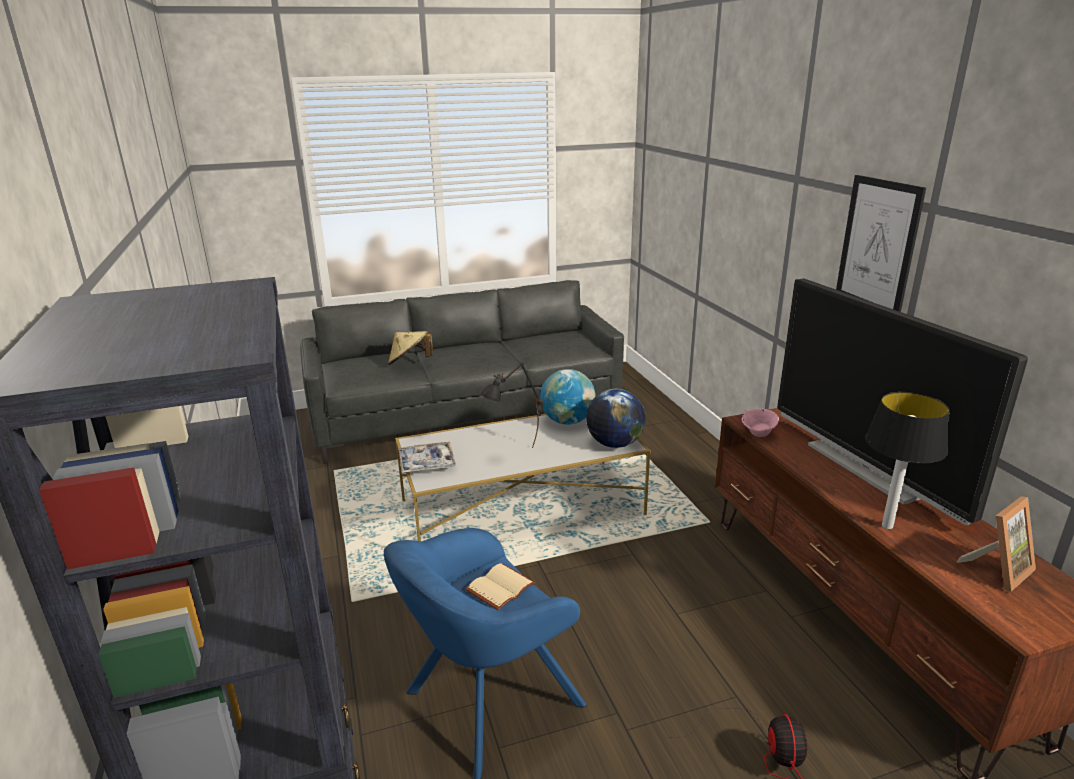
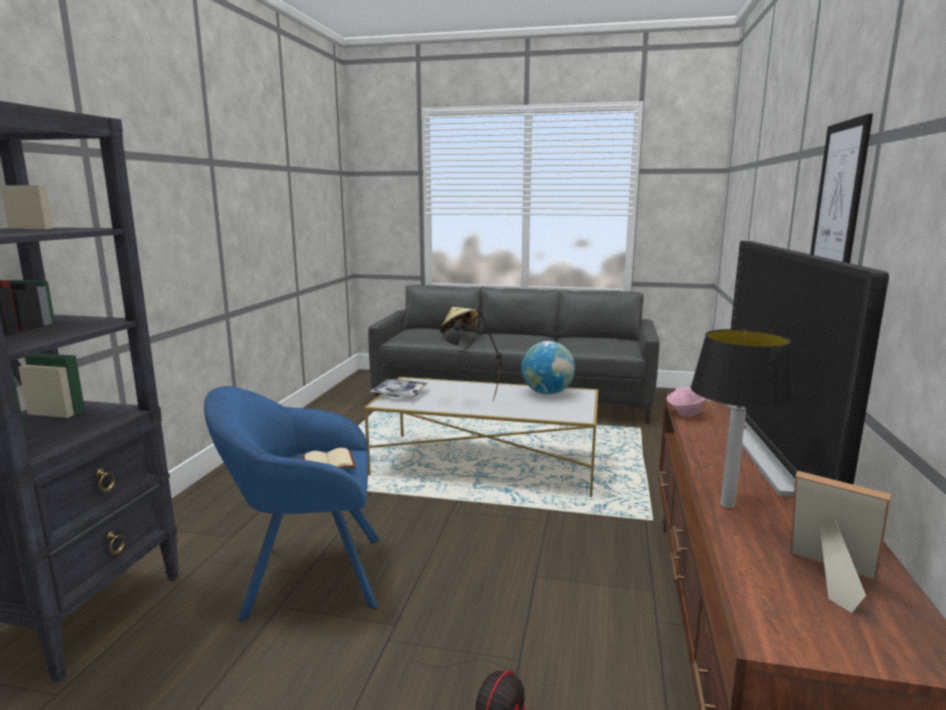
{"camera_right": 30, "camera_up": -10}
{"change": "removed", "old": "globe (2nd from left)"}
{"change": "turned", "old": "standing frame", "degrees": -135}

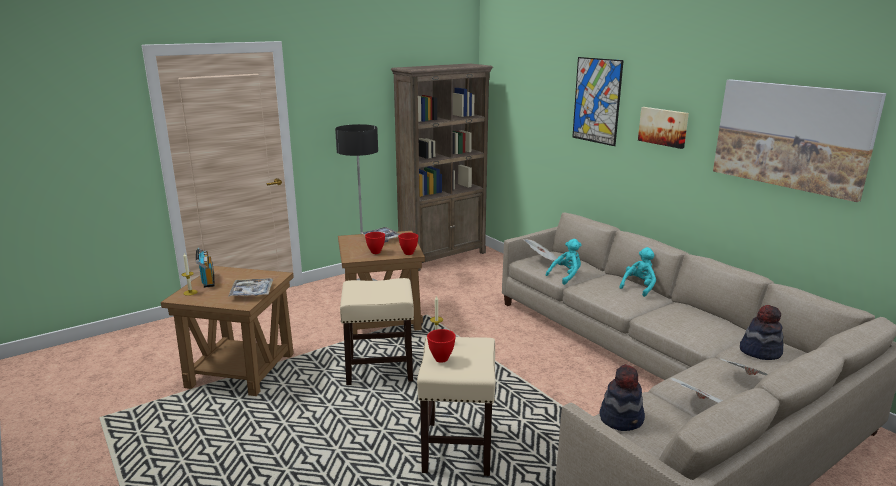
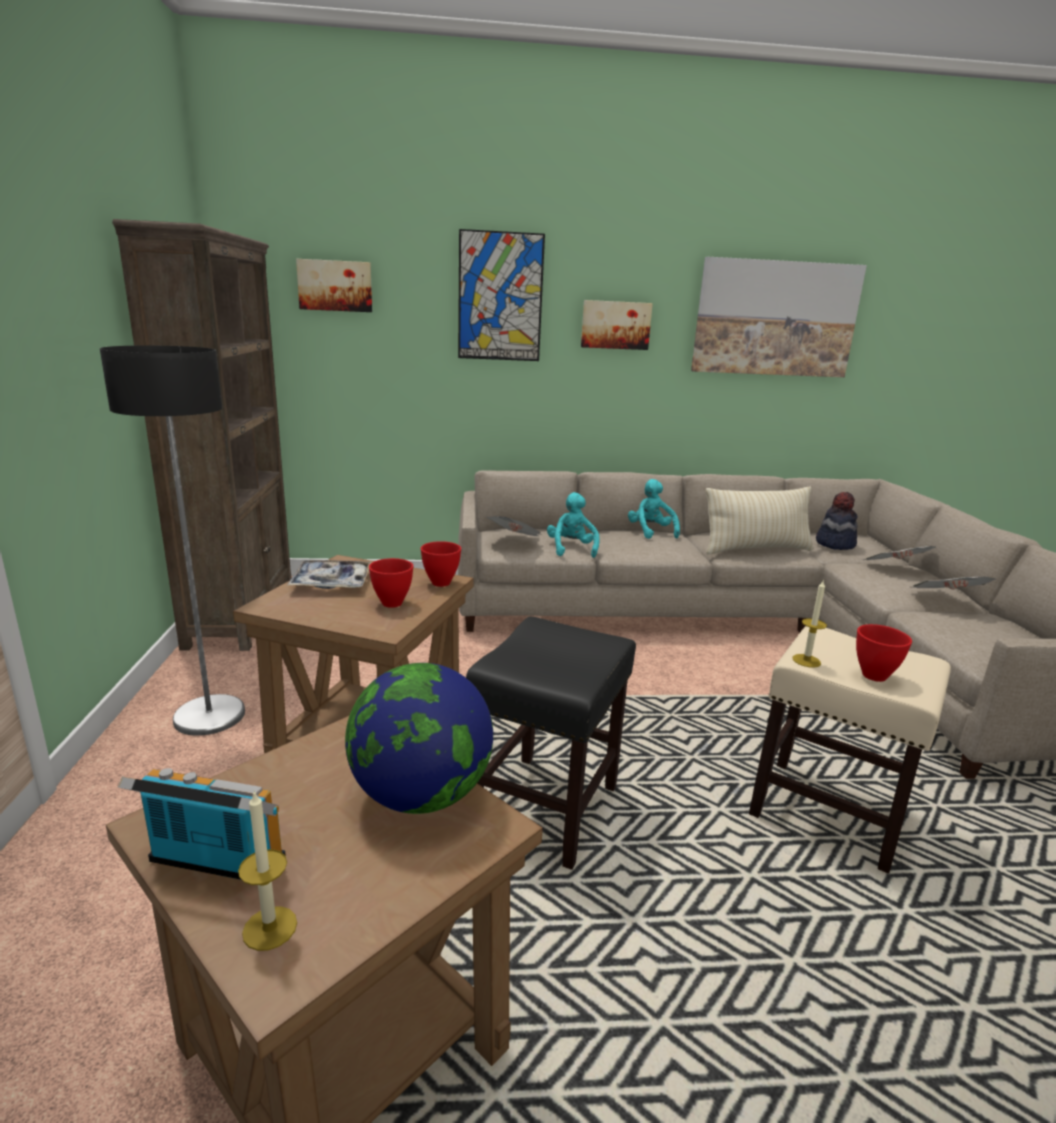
{"camera_right": -60, "camera_up": 0}
{"change": "removed", "old": "clothing hat (1st from left)"}
{"change": "added", "new": "picture (1st from left)"}
{"change": "added", "new": "pillow/beige-coloured"}
{"change": "replaced", "old": "tray (1st from left)", "new": "globe"}
{"change": "recoloured", "old": "stool seat/beige-coloured (1st from left)", "new": "stool seat/black"}

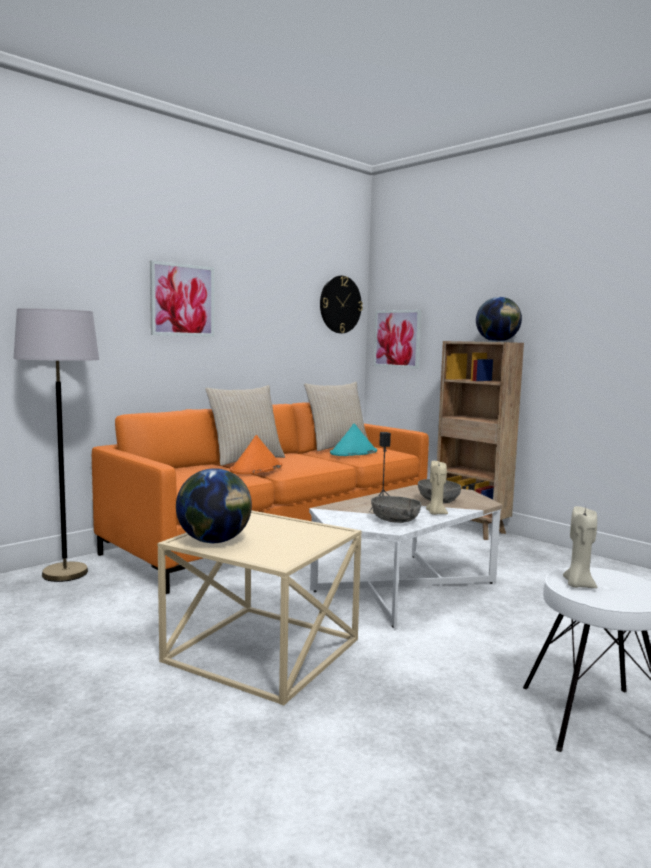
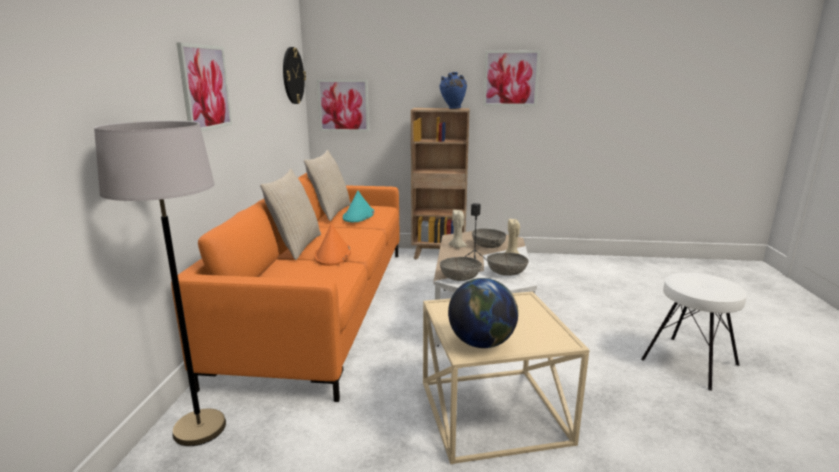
{"camera_right": -40, "camera_up": 10}
{"change": "added", "new": "bowl/grey (1st from left)"}
{"change": "added", "new": "picture (3rd from left)"}
{"change": "moved", "old": "candle/beige-coloured (2nd from left in the first image)", "new": "candle/beige-coloured (1st from left)"}
{"change": "replaced", "old": "globe (2nd from left)", "new": "decorative vase/blue-coloured"}

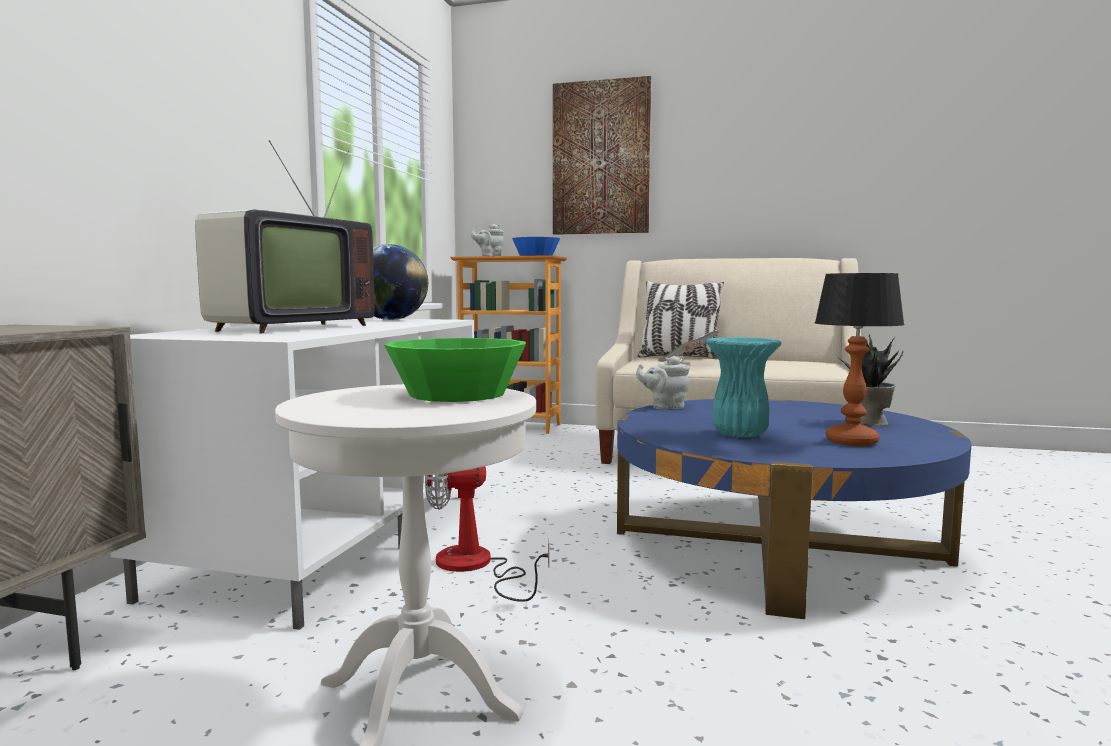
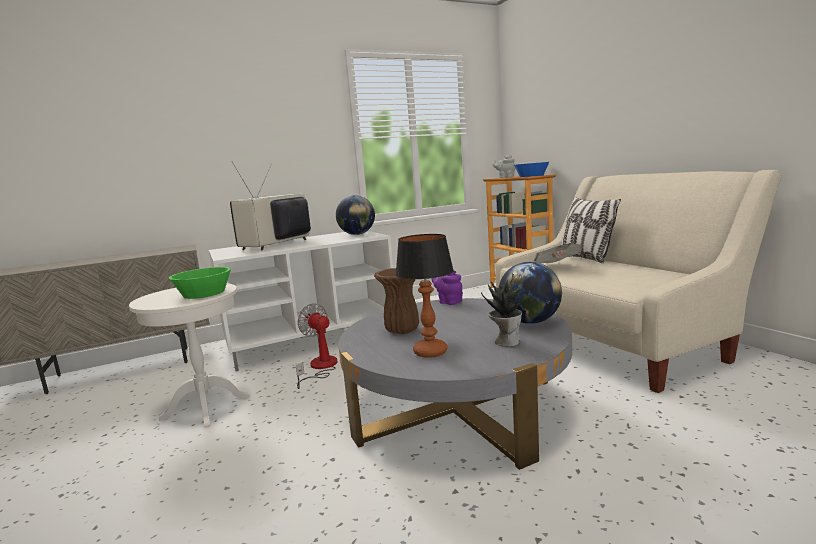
{"camera_right": 50, "camera_up": 5}
{"change": "removed", "old": "picture"}
{"change": "added", "new": "globe (2nd from left)"}
{"change": "recoloured", "old": "coffee table/blue-coloured", "new": "coffee table/grey"}
{"change": "recoloured", "old": "pot for tea/grey (2nd from left)", "new": "pot for tea/purple-coloured"}
{"change": "recoloured", "old": "decorative vase/blue-green", "new": "decorative vase/brown-coloured"}
{"change": "turned", "old": "TV set", "degrees": 135}

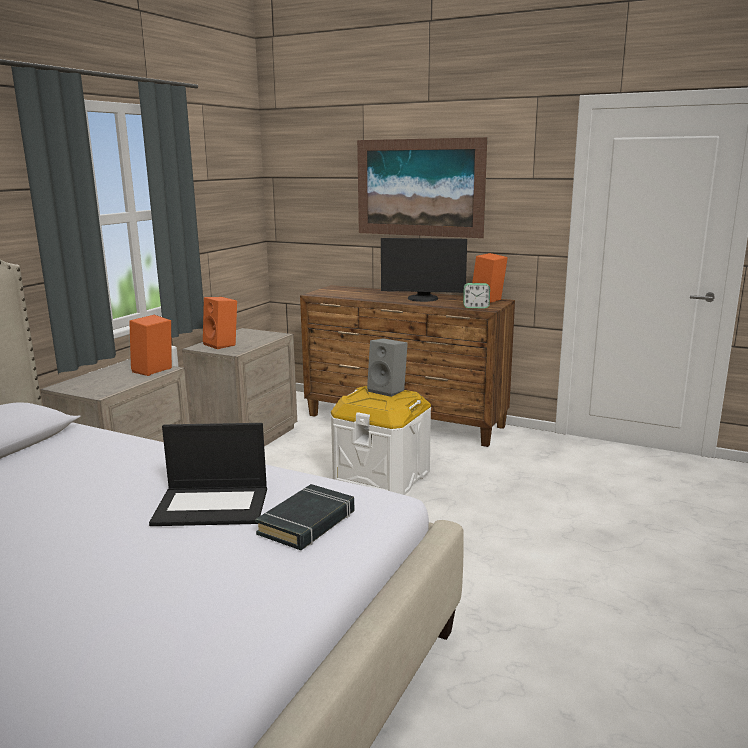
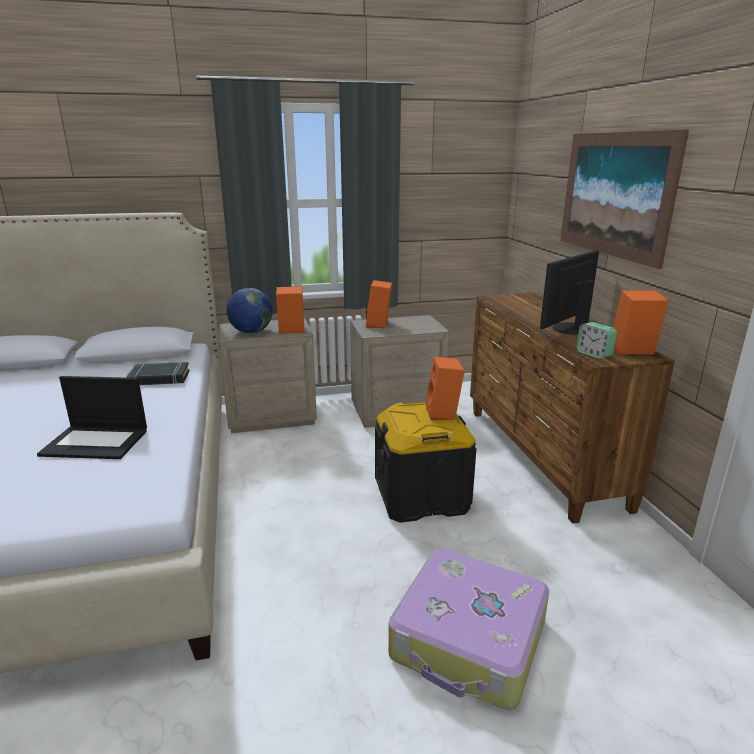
{"camera_right": 50, "camera_up": 5}
{"change": "added", "new": "globe"}
{"change": "added", "new": "piece of luggage"}
{"change": "moved", "old": "bound book/black"}
{"change": "recoloured", "old": "storage bin/white-coloured", "new": "storage bin/black"}
{"change": "recoloured", "old": "speaker/grey", "new": "speaker/orange (3rd from left)"}
{"change": "turned", "old": "notebook computer", "degrees": -45}
{"change": "turned", "old": "computer screen", "degrees": 75}

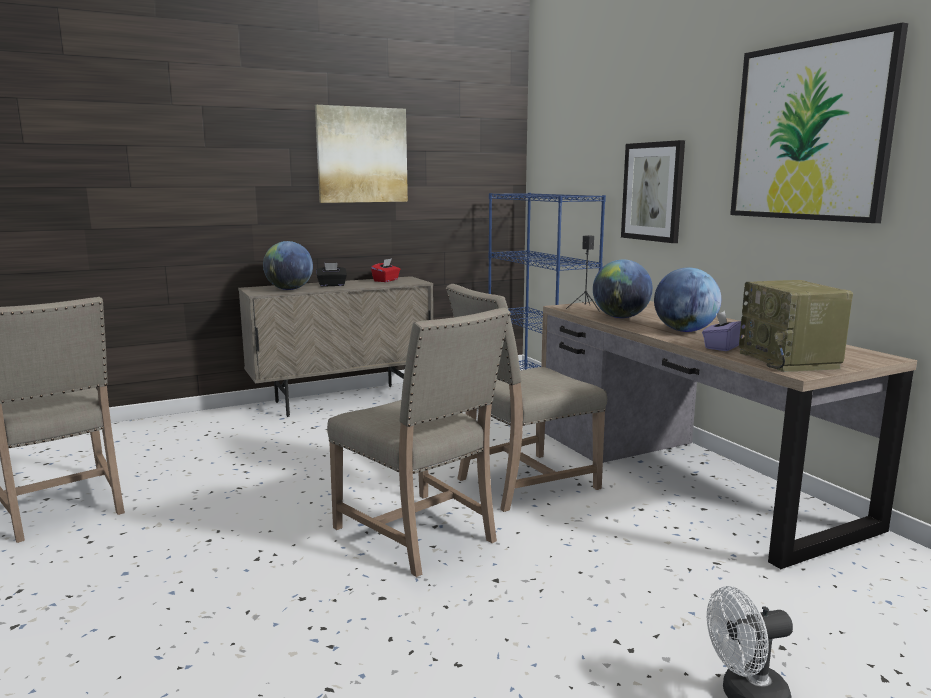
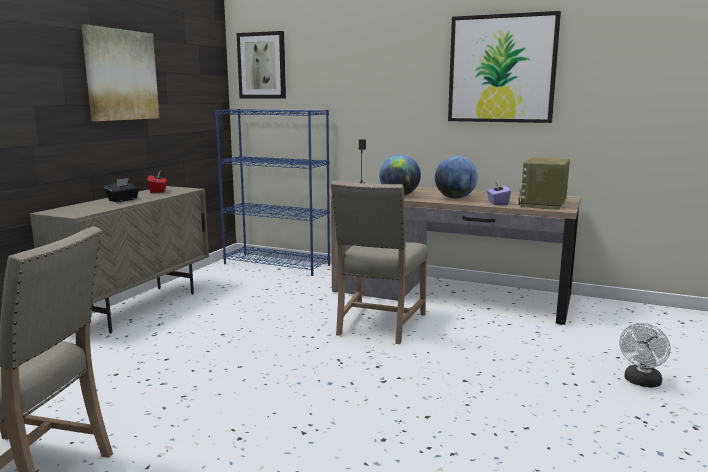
{"camera_right": -40, "camera_up": 0}
{"change": "removed", "old": "globe (1st from left)"}
{"change": "removed", "old": "plain chair/beige-coloured (2nd from left)"}
{"change": "moved", "old": "picture (2nd from left)"}
{"change": "turned", "old": "radio receiver", "degrees": 75}

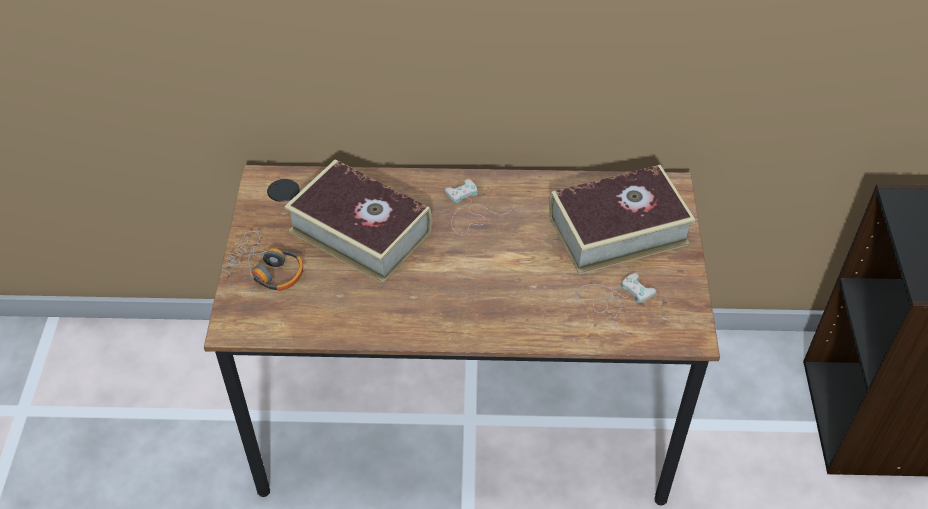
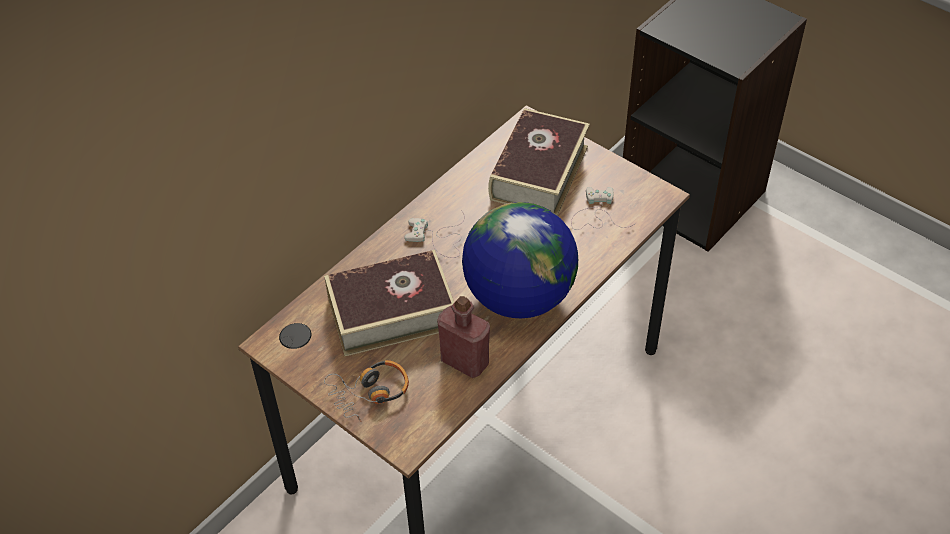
{"camera_right": -50, "camera_up": 0}
{"change": "added", "new": "bottle/red-coloured"}
{"change": "added", "new": "globe"}

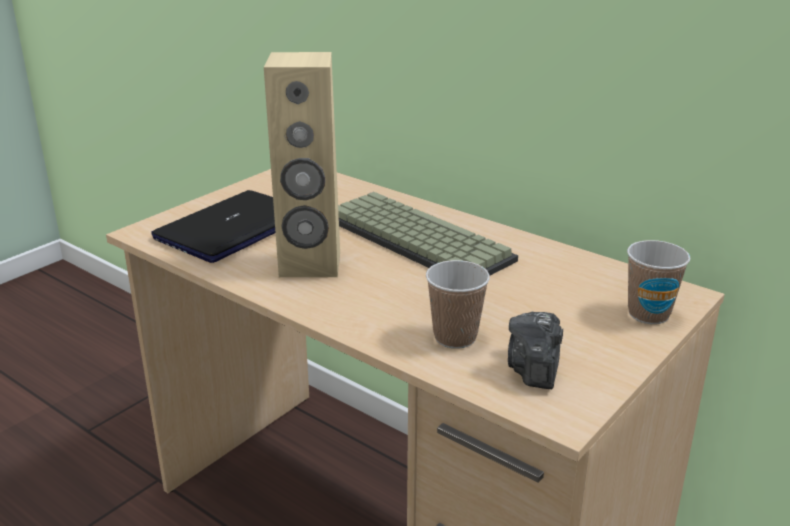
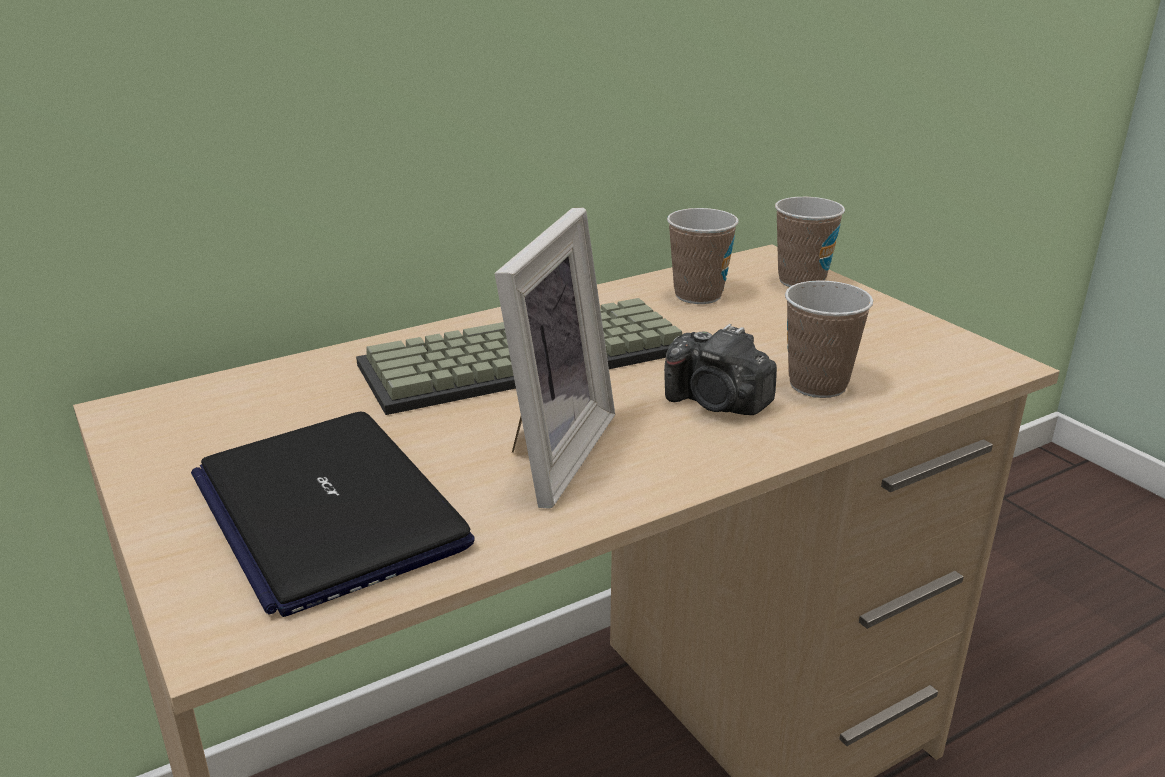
{"camera_right": -70, "camera_up": 0}
{"change": "added", "new": "cup (1st from left)"}
{"change": "moved", "old": "photo camera"}
{"change": "replaced", "old": "speaker/beige-coloured", "new": "standing frame"}

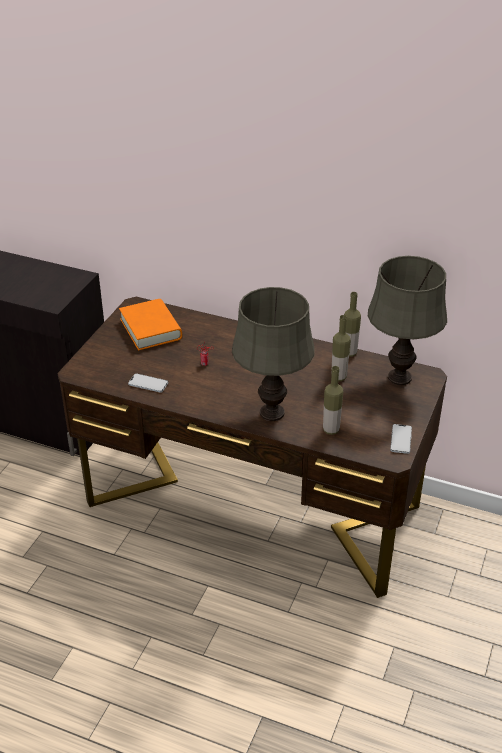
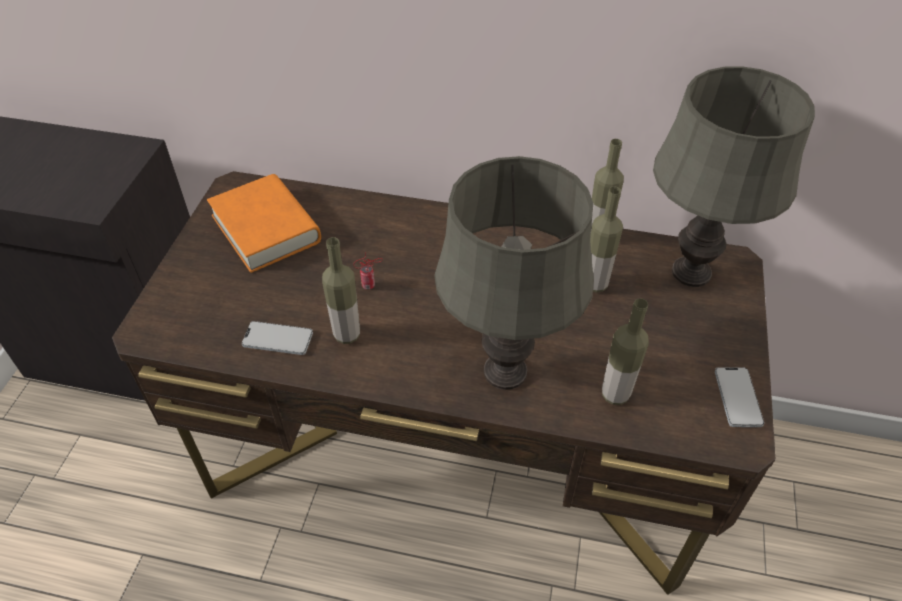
{"camera_right": -10, "camera_up": 10}
{"change": "added", "new": "bottle (1st from left)"}

